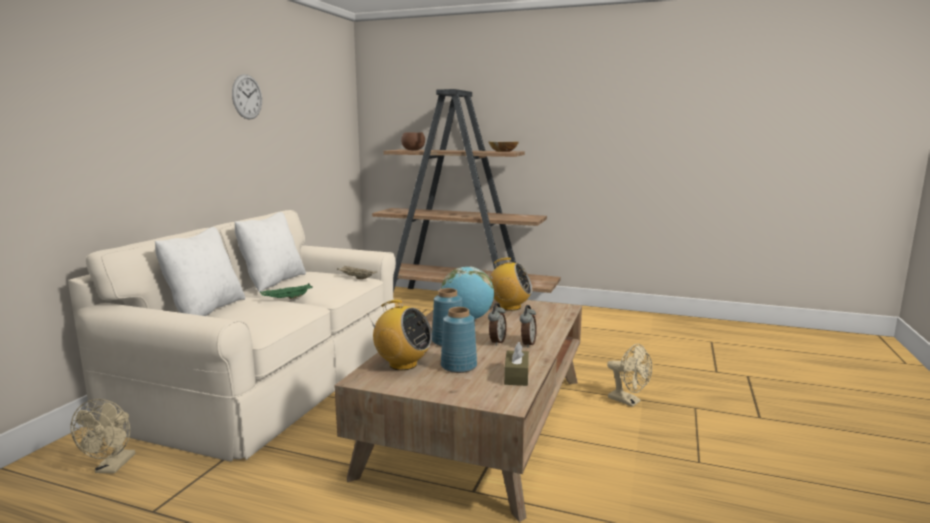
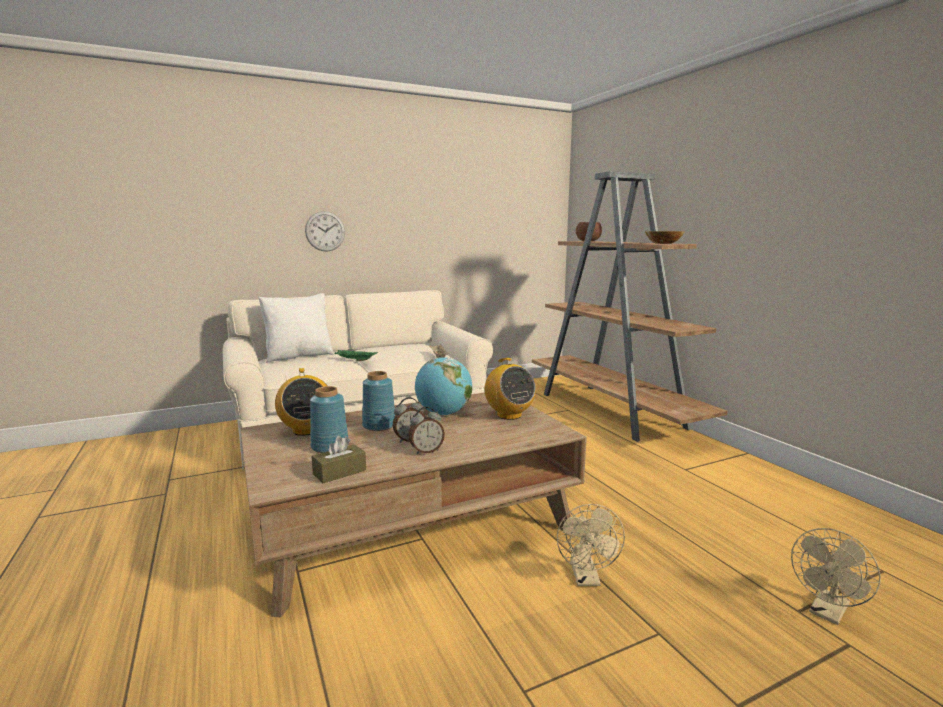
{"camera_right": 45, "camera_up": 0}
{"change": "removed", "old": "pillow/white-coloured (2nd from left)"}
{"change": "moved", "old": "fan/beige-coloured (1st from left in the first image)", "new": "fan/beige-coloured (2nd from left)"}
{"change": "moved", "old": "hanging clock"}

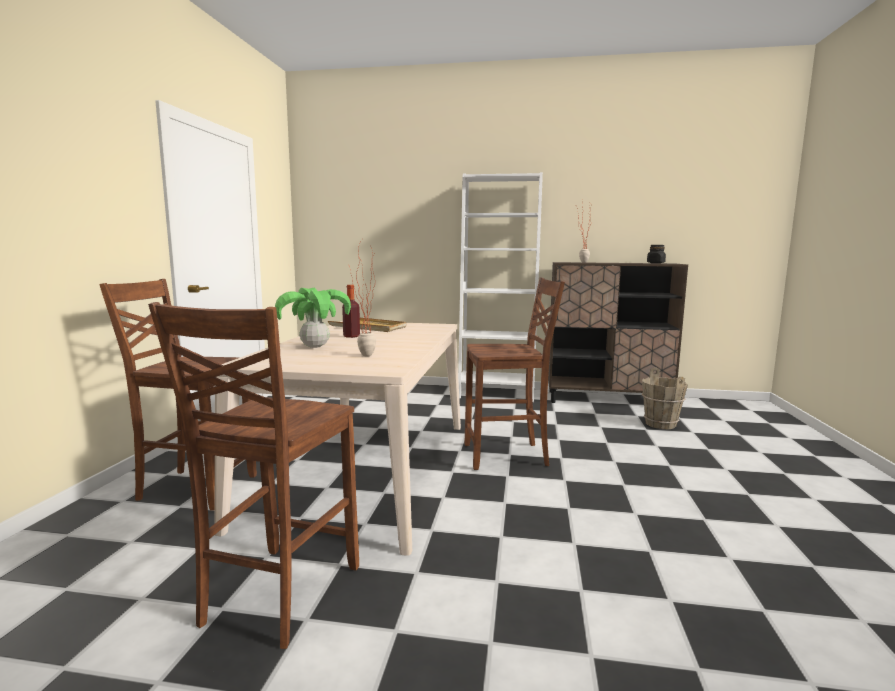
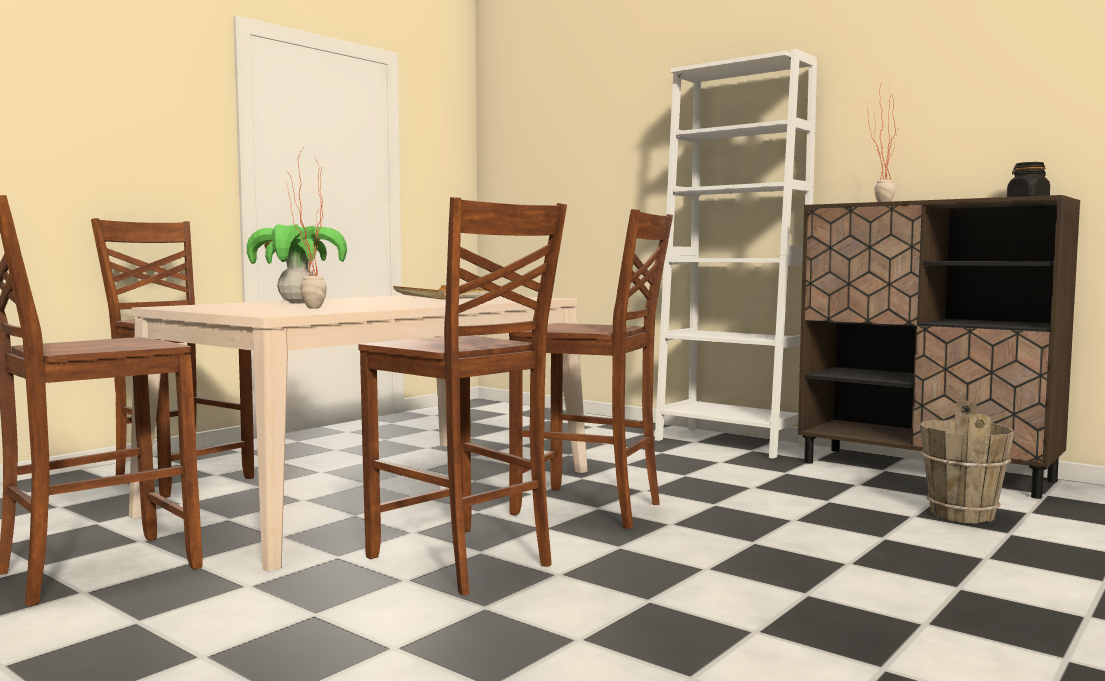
{"camera_right": 30, "camera_up": -5}
{"change": "removed", "old": "bottle"}
{"change": "added", "new": "plain chair/brown-coloured (3rd from left)"}

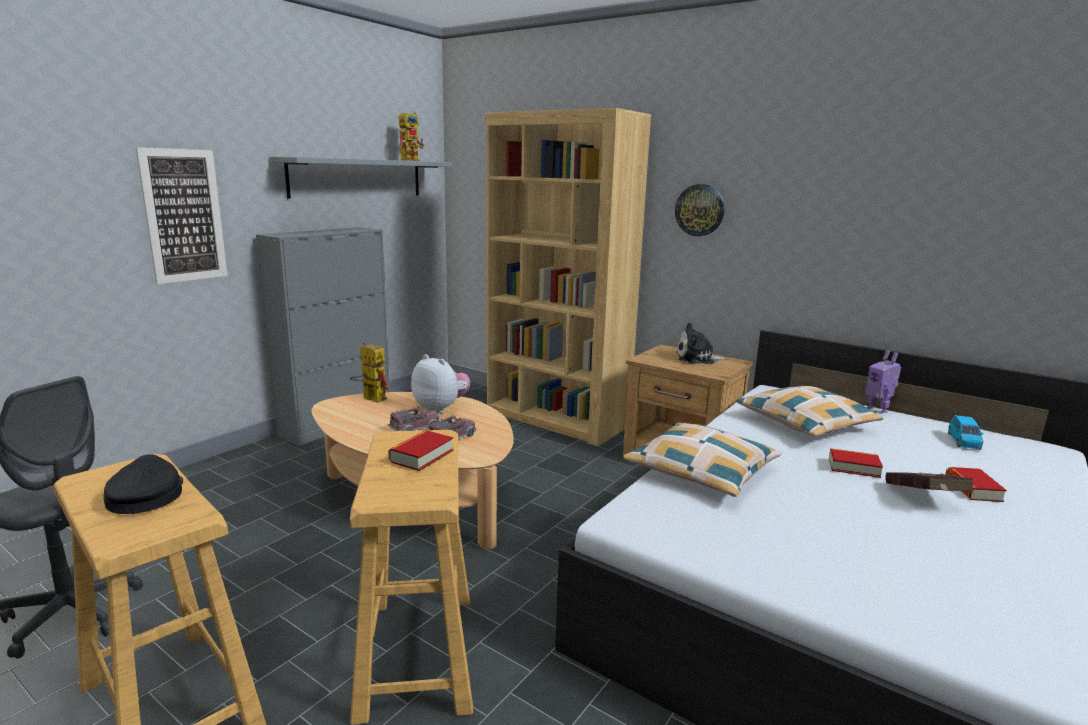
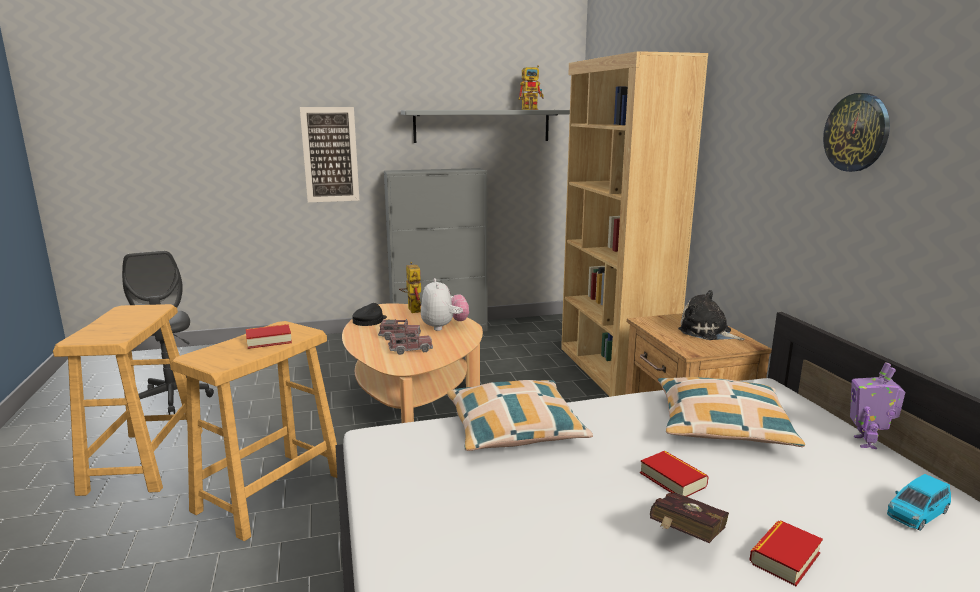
{"camera_right": 40, "camera_up": 0}
{"change": "moved", "old": "peaked cap/black"}
{"change": "moved", "old": "hanging clock"}

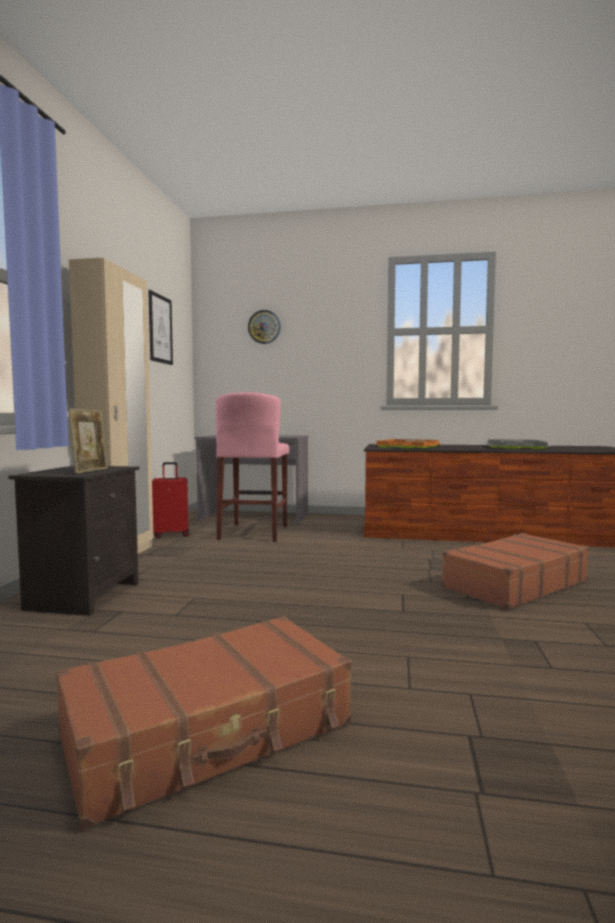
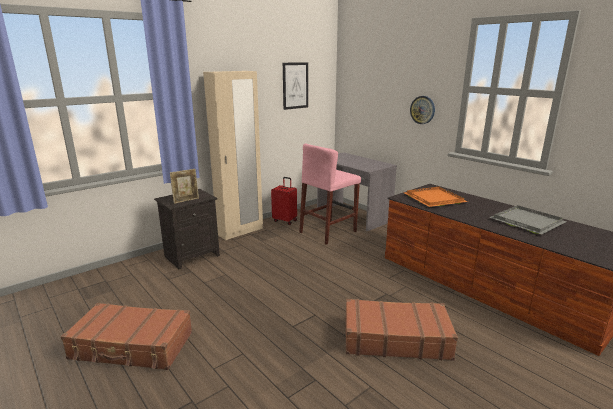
{"camera_right": 40, "camera_up": 15}
{"change": "moved", "old": "hanging clock"}

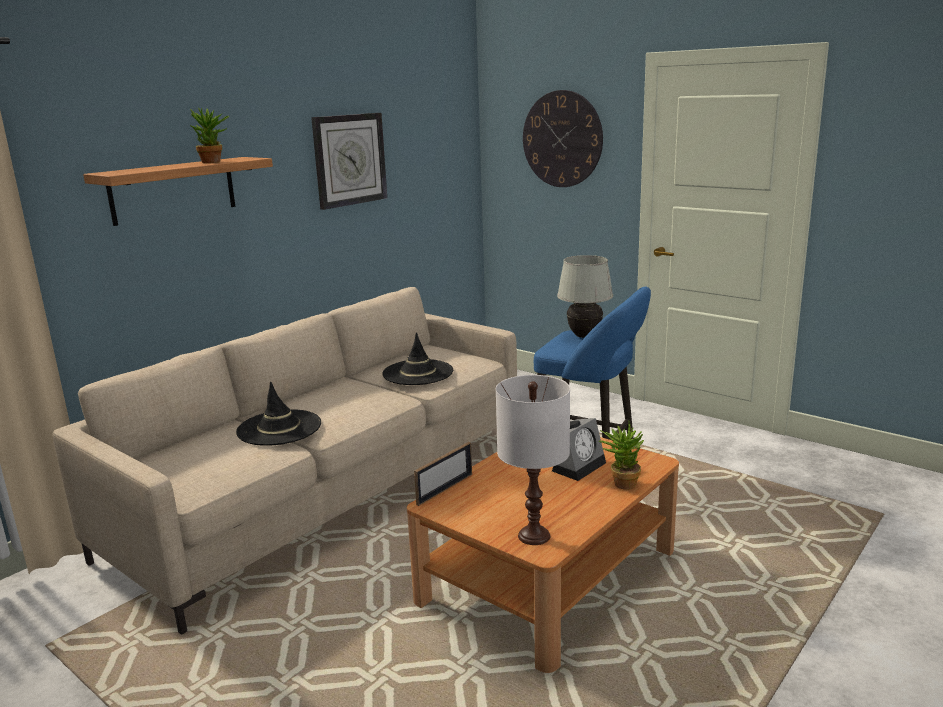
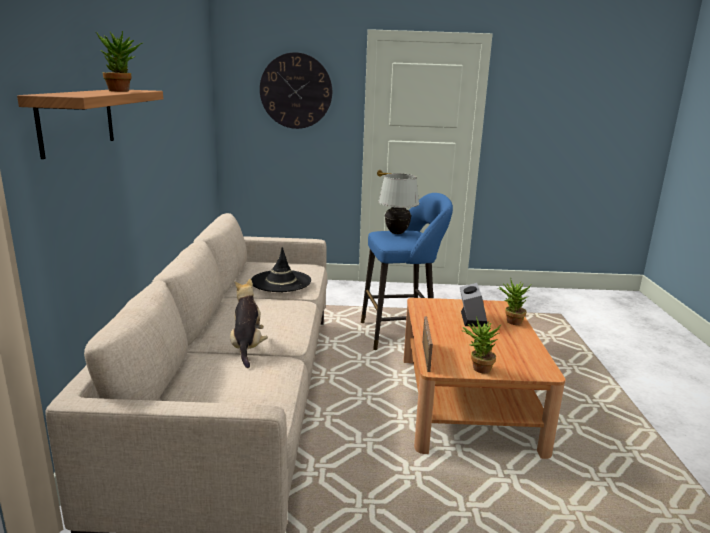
{"camera_right": -40, "camera_up": 0}
{"change": "removed", "old": "hanging clock (1st from left)"}
{"change": "removed", "old": "tabletop lamp/white-coloured (1st from left)"}
{"change": "added", "new": "plant in a pot (2nd from left)"}
{"change": "replaced", "old": "clothing hat/black (1st from left)", "new": "soft toy"}

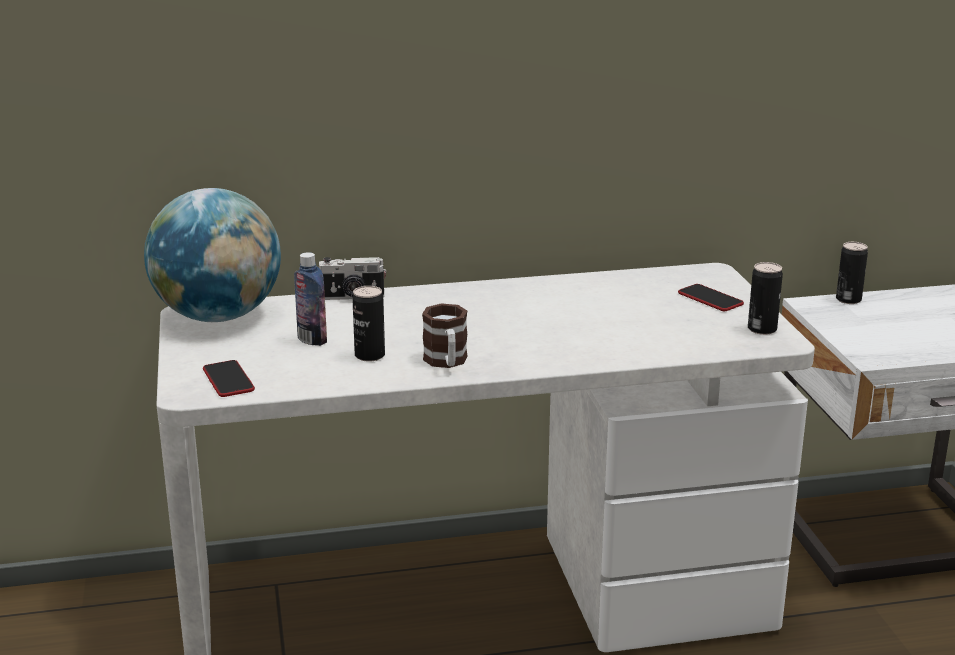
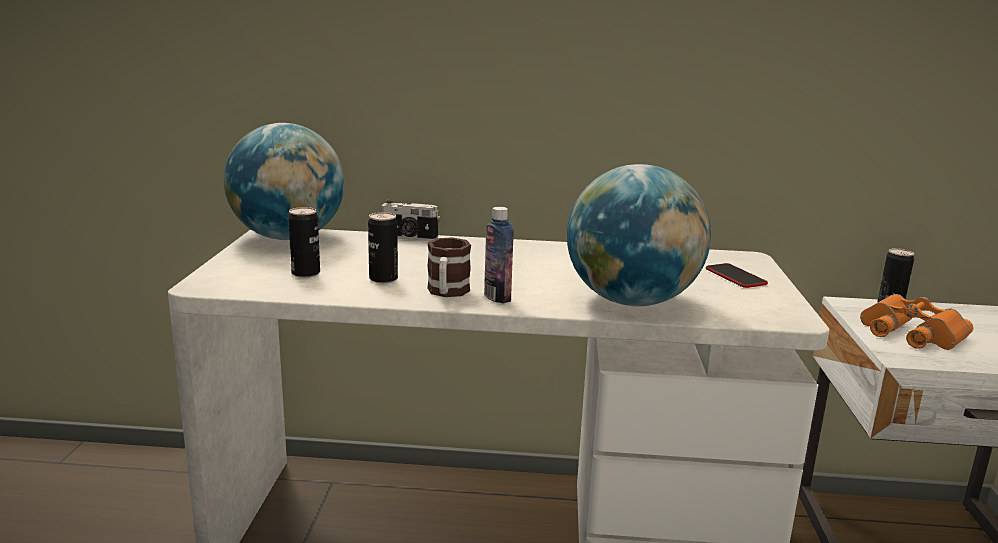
{"camera_right": 15, "camera_up": -5}
{"change": "removed", "old": "telephone (1st from left)"}
{"change": "added", "new": "globe (2nd from left)"}
{"change": "added", "new": "field glasses/orange"}
{"change": "moved", "old": "bottle"}
{"change": "moved", "old": "can (2nd from left in the first image)", "new": "can (1st from left)"}

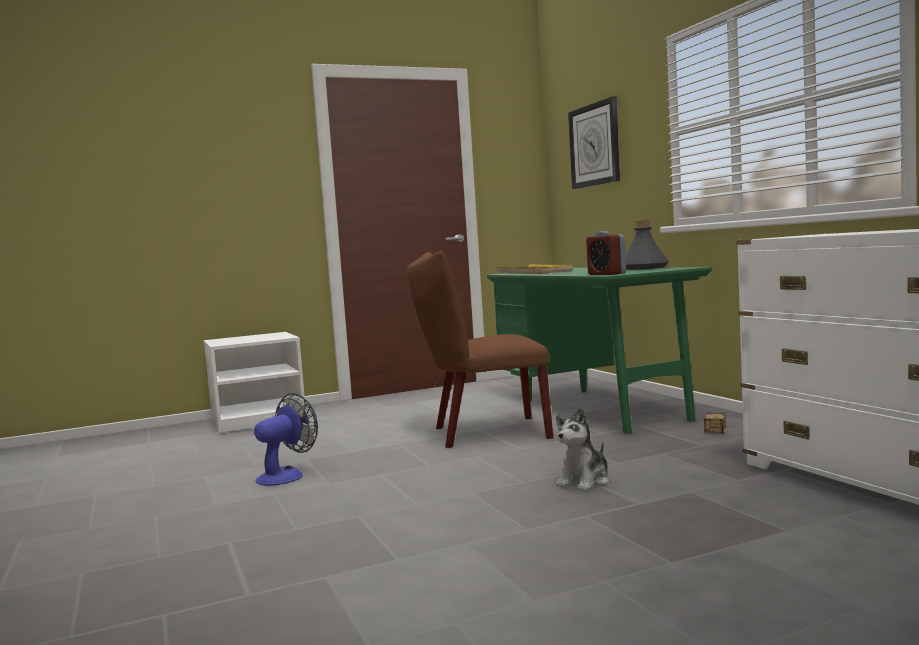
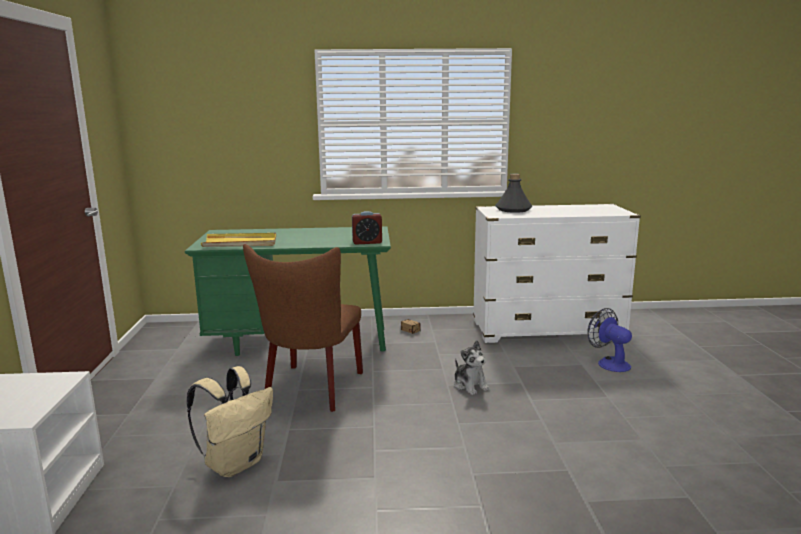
{"camera_right": -70, "camera_up": 10}
{"change": "removed", "old": "hanging clock"}
{"change": "added", "new": "backpack/beige-coloured"}
{"change": "moved", "old": "fan"}
{"change": "moved", "old": "bottle/grey"}

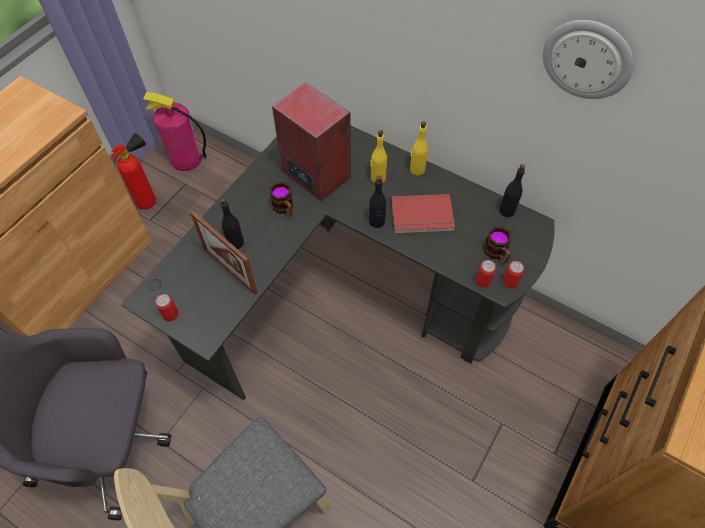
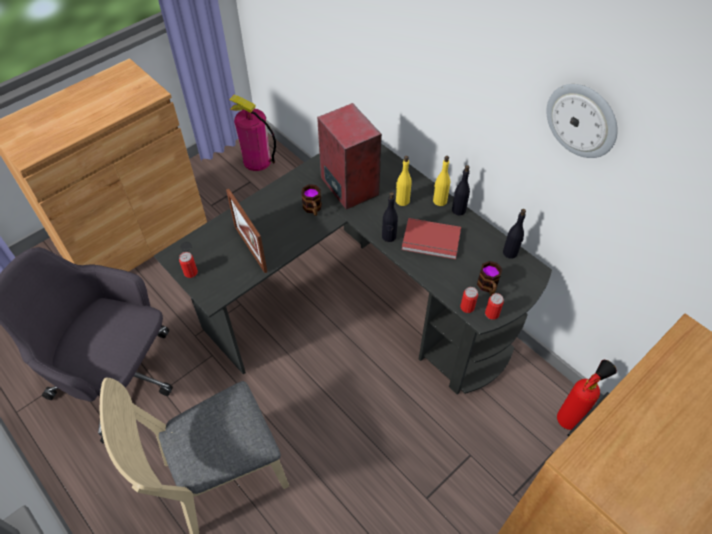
{"camera_right": 15, "camera_up": -5}
{"change": "moved", "old": "fire-fighting cylinder (1st from left in the first image)", "new": "fire-fighting cylinder (2nd from left)"}
{"change": "moved", "old": "bottle/black (1st from left in the first image)", "new": "bottle/black (2nd from left)"}

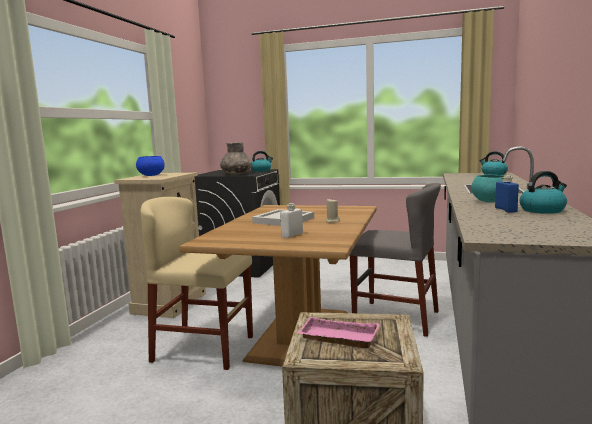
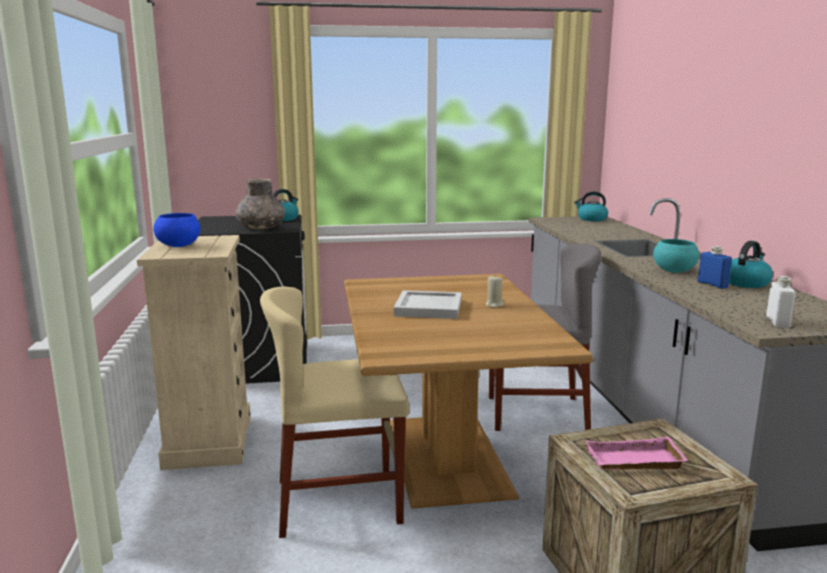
{"camera_right": -25, "camera_up": 5}
{"change": "moved", "old": "bottle/white-coloured"}

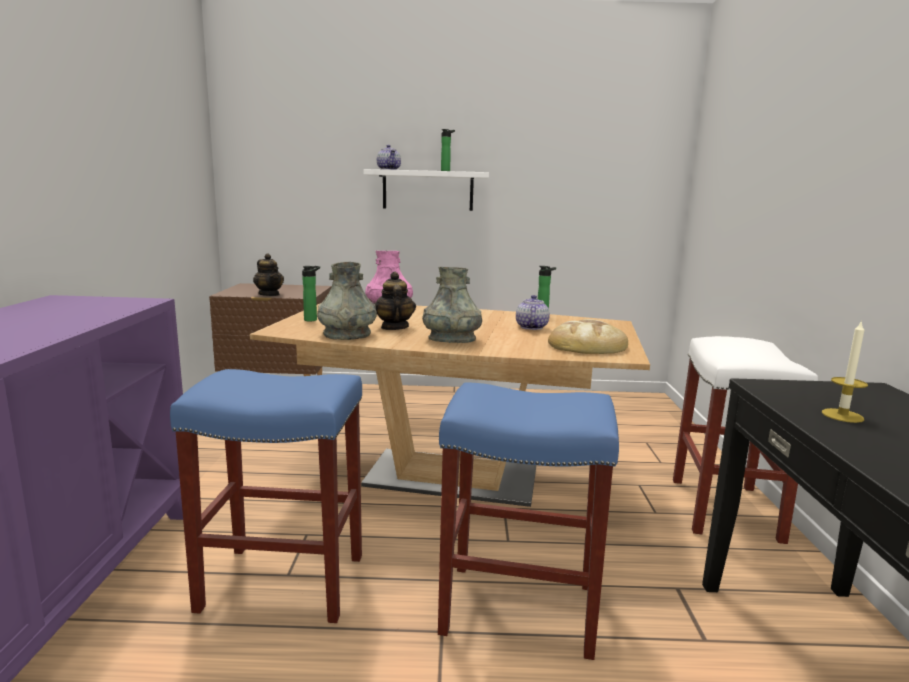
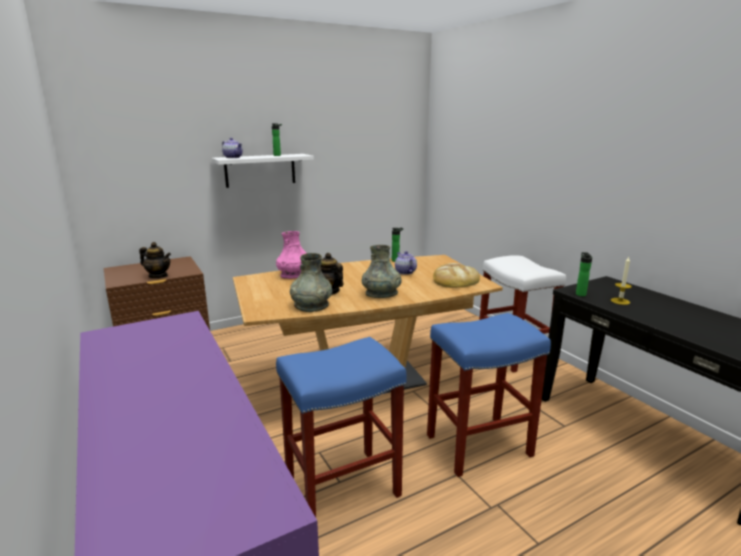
{"camera_right": -30, "camera_up": 5}
{"change": "moved", "old": "bottle (1st from left in the first image)", "new": "bottle (3rd from left)"}

